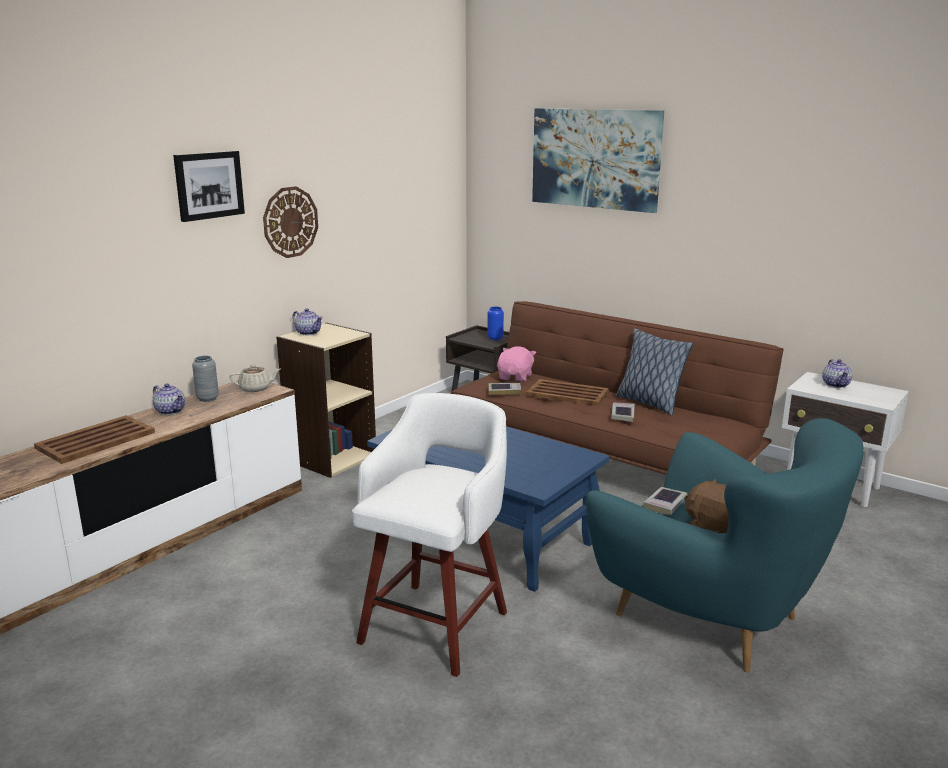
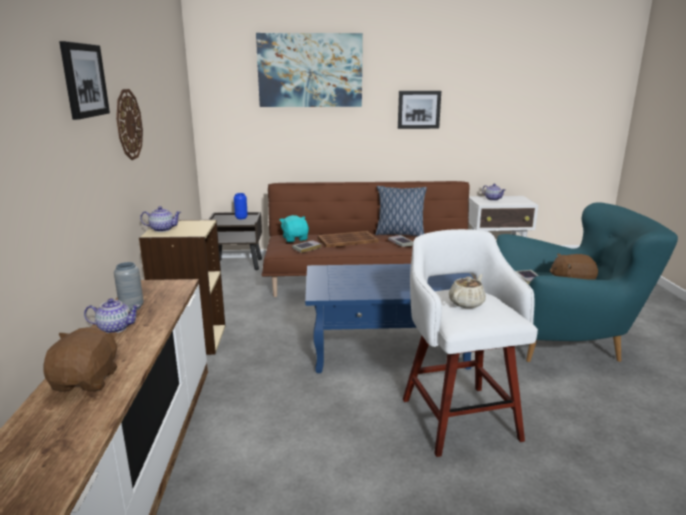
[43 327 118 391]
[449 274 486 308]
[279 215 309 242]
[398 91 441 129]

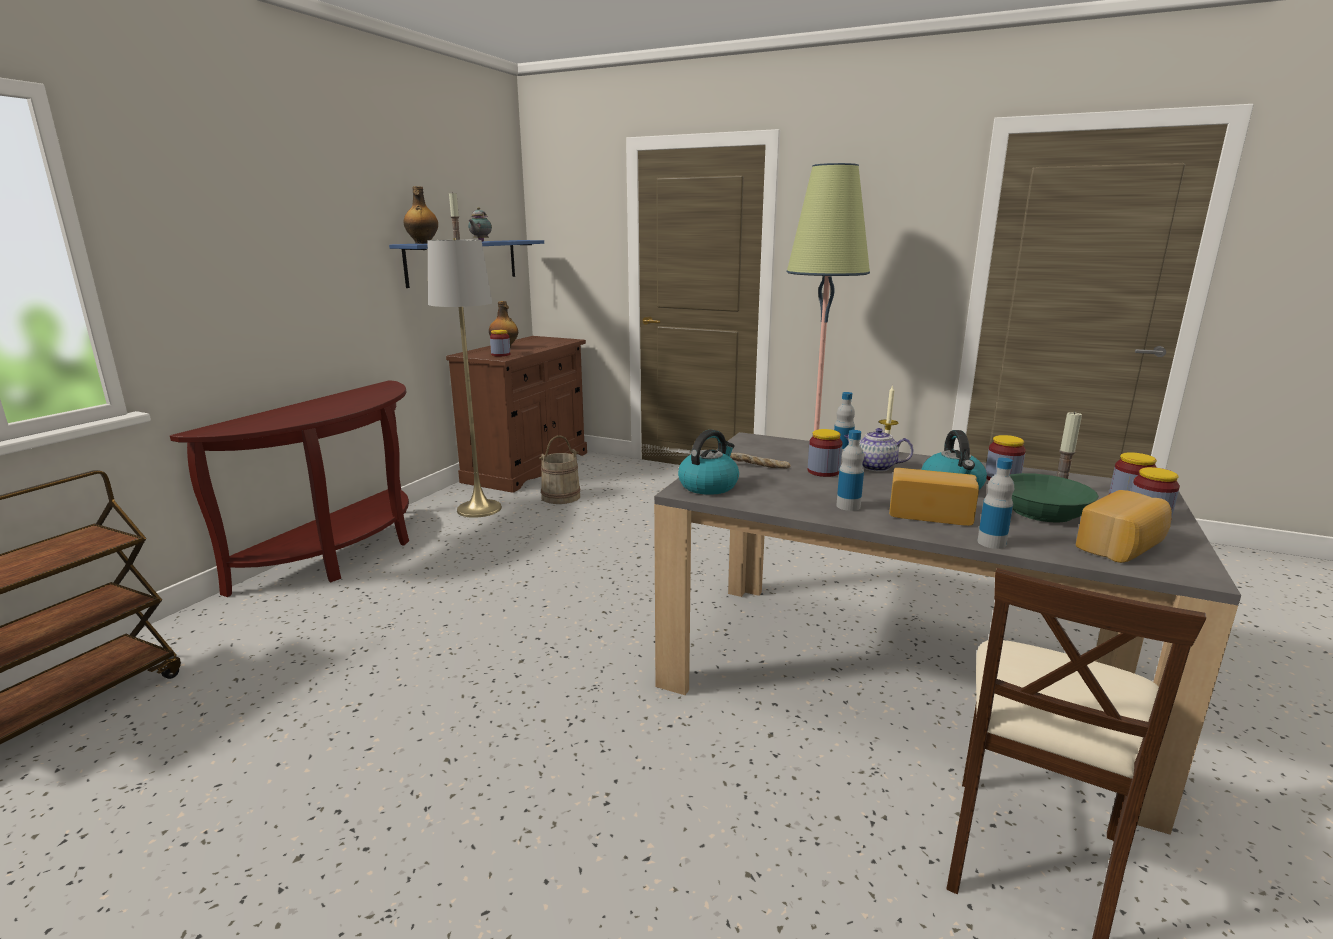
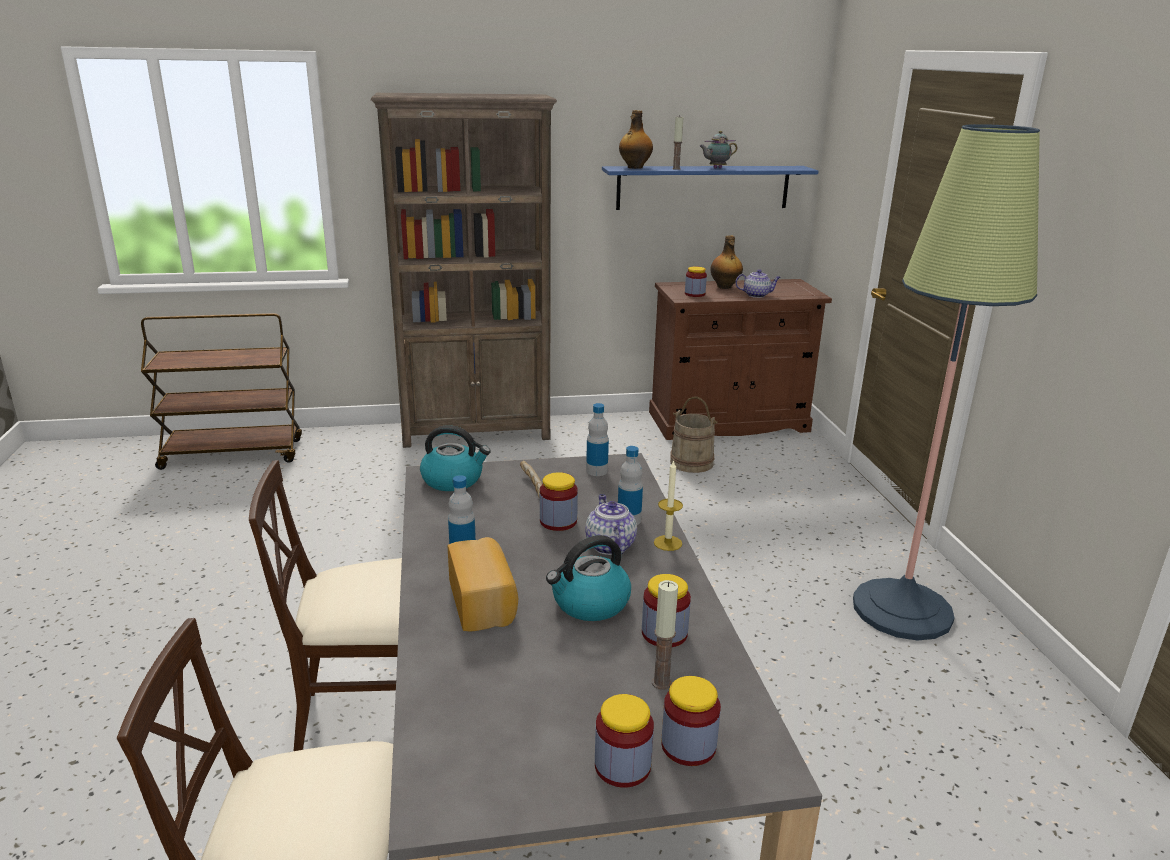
[371 93 557 448]
[428 238 502 518] (first image)
[586 403 609 476]
[1010 473 1099 523] (first image)
[1076 490 1172 563] (first image)
[249 460 402 751]
[735 269 781 298]

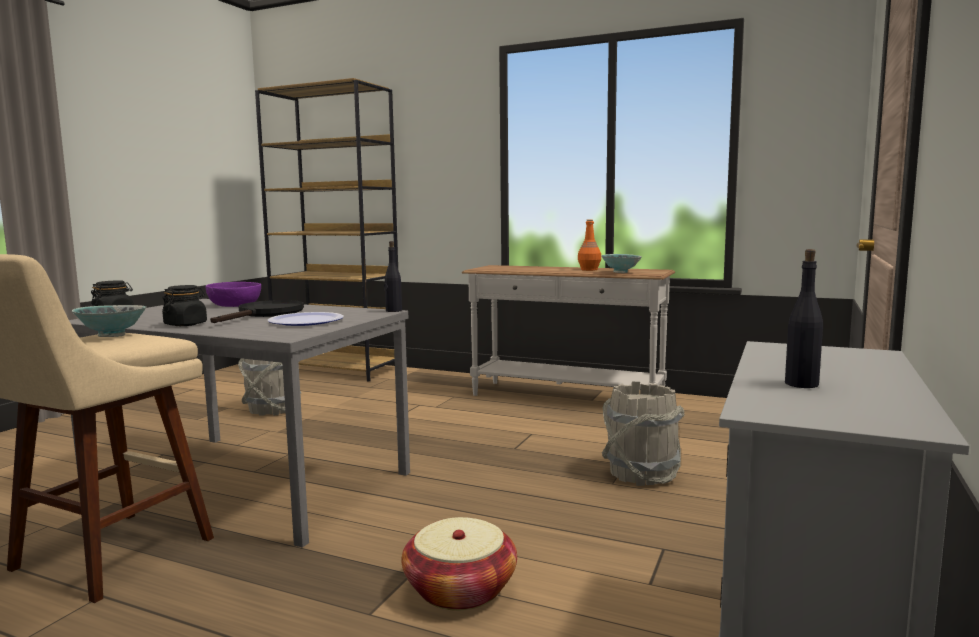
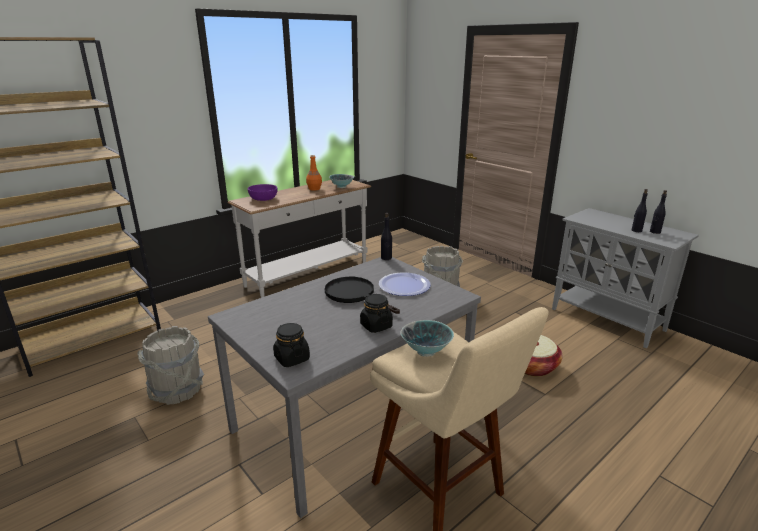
[248 184 278 201]
[650 190 667 234]

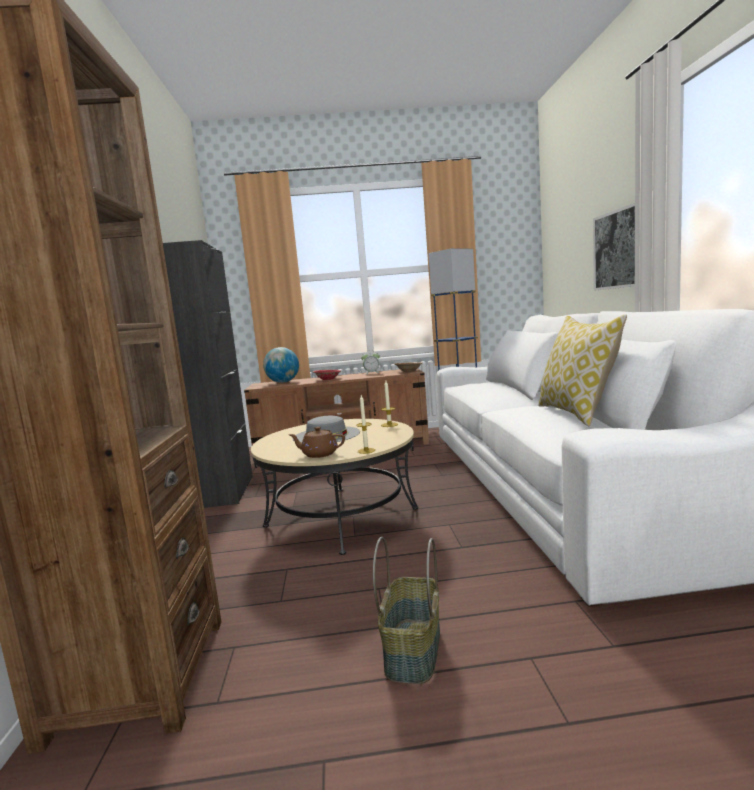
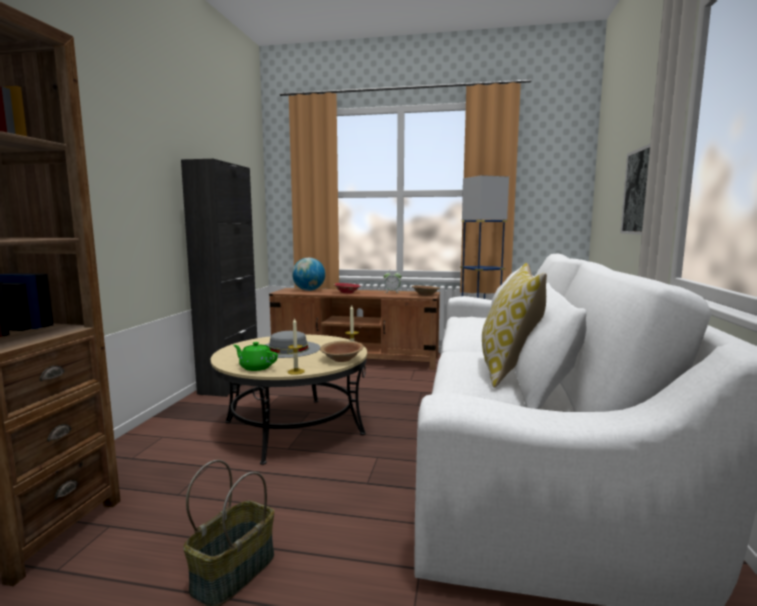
[233 342 278 371]
[320 341 364 362]

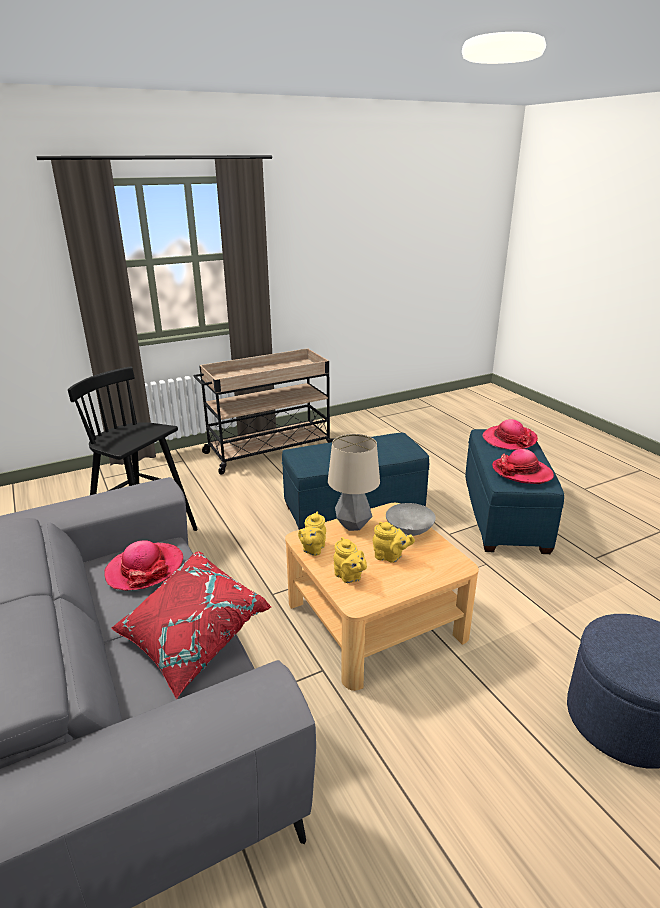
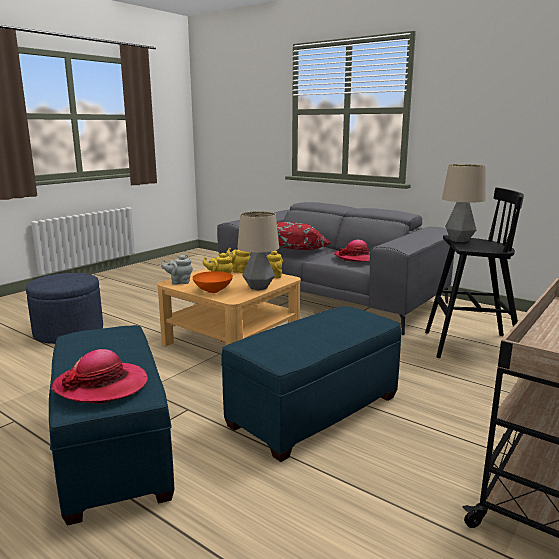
[192 271 233 293]
[492 449 554 484] (first image)
[161 255 193 284]
[442 164 486 242]

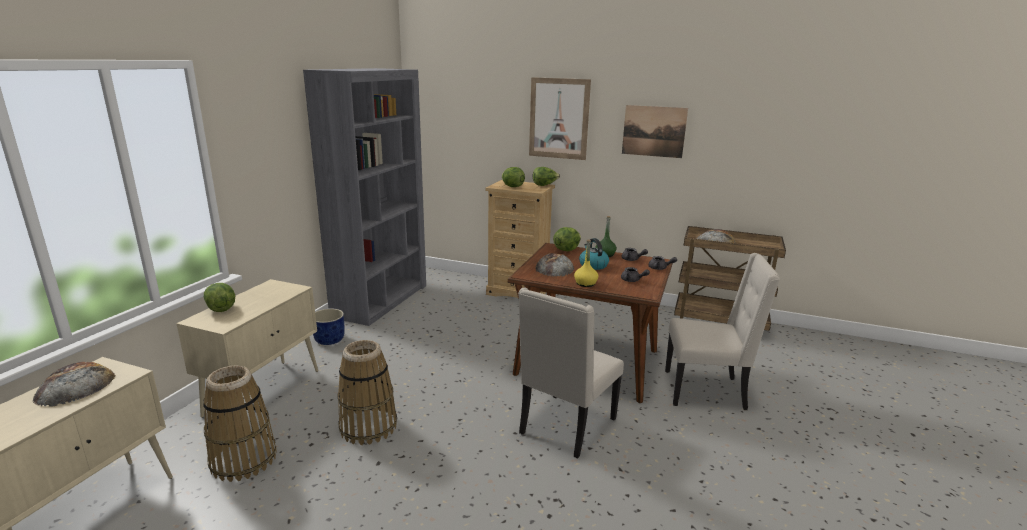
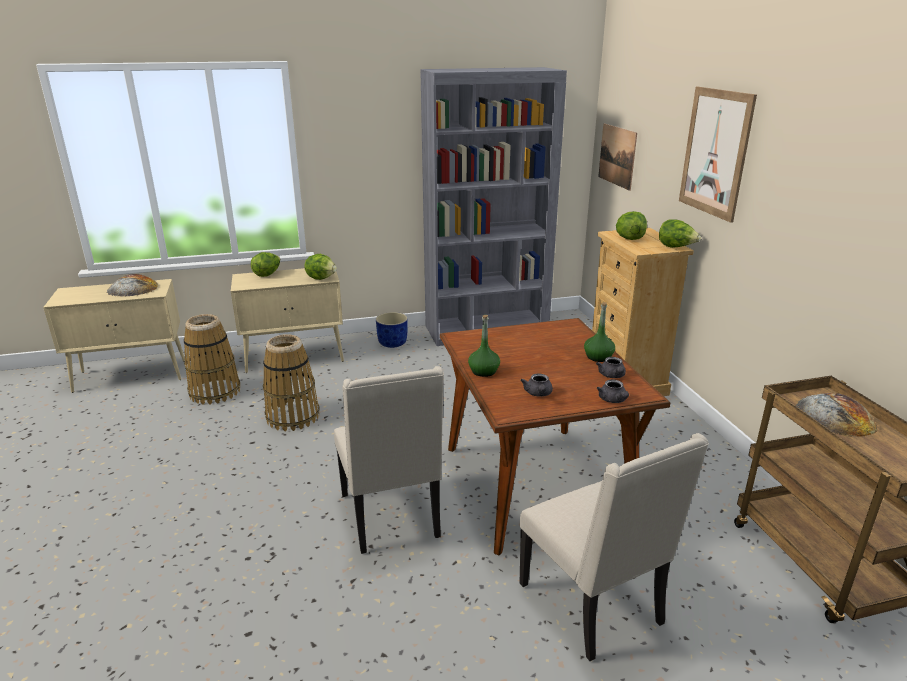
[334 366 444 554]
[535 253 574 277] (first image)
[304 254 337 280]
[468 315 500 377]
[579 238 609 270] (first image)
[598 124 637 191]

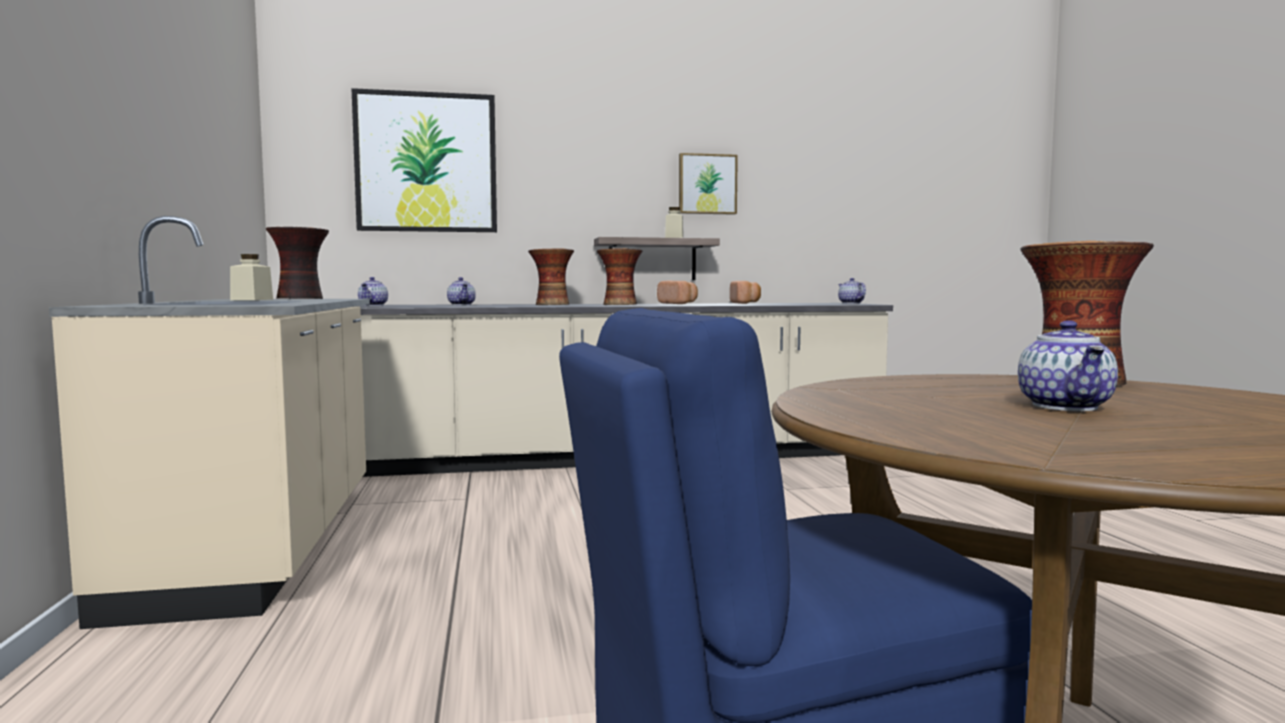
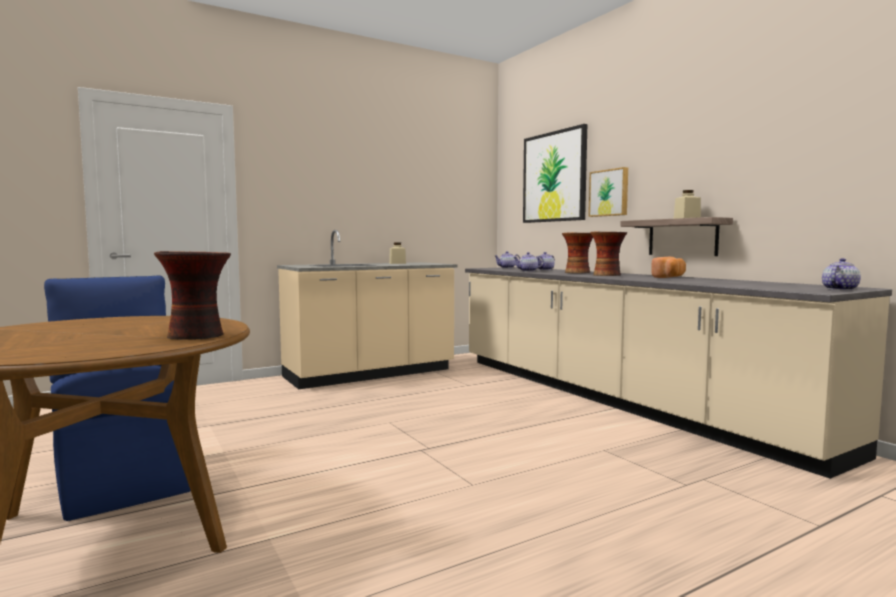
[266 227 329 299] (first image)
[589 167 628 217]
[730 281 761 304] (first image)
[513 252 544 272]

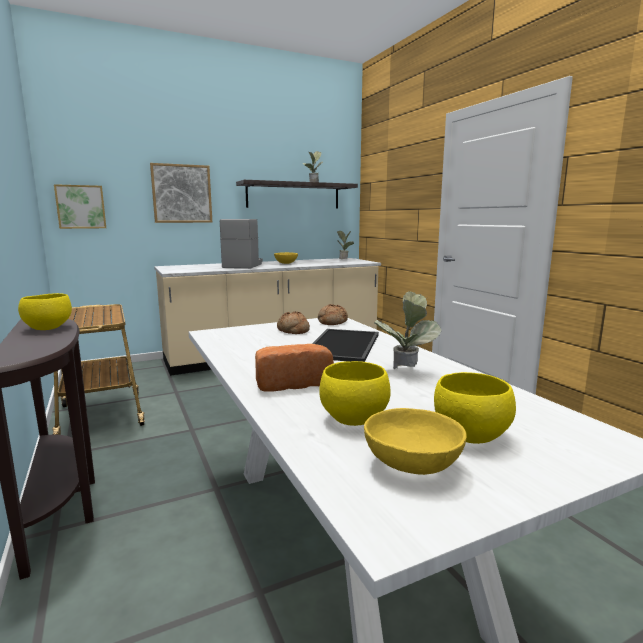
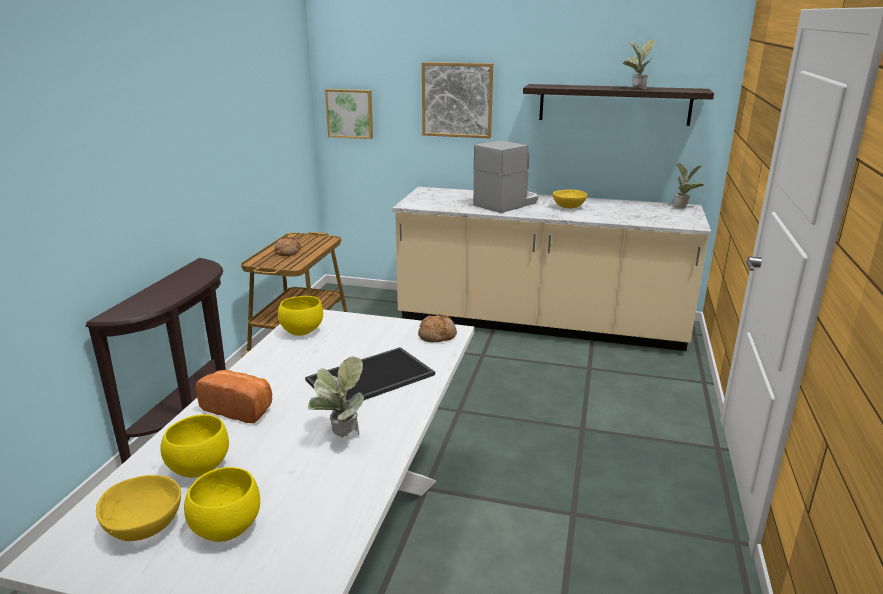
[278 296 323 336]
[274 237 301 256]

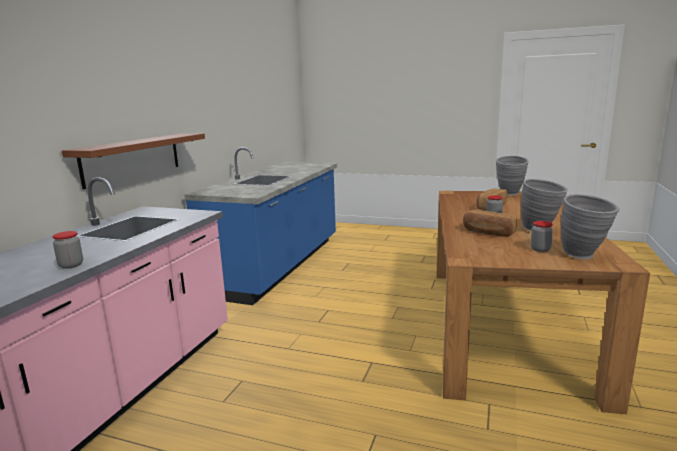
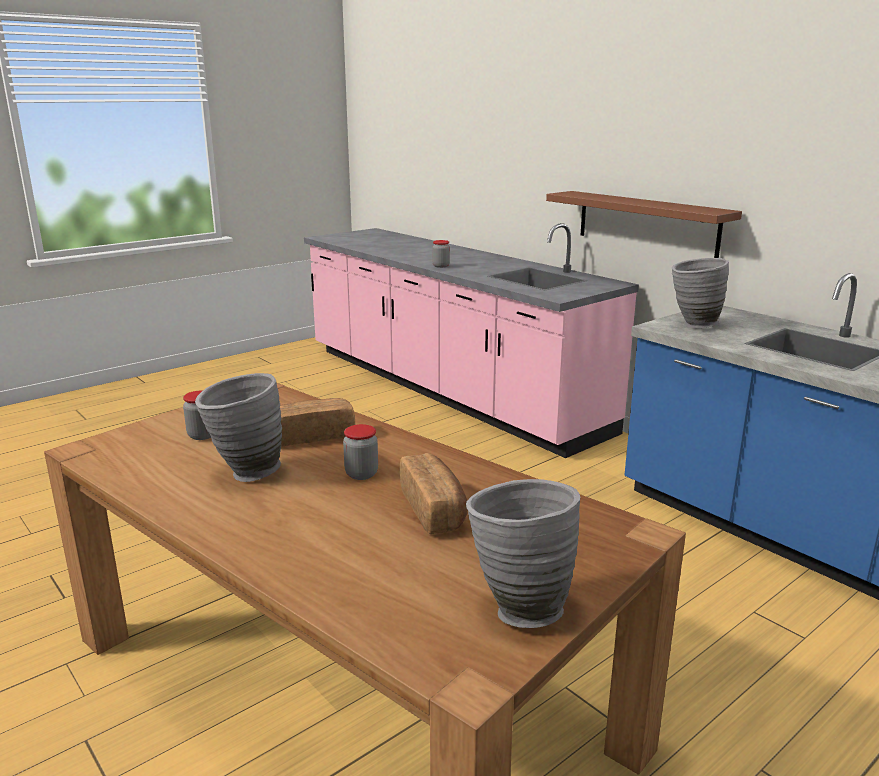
[672 258 729 329]

